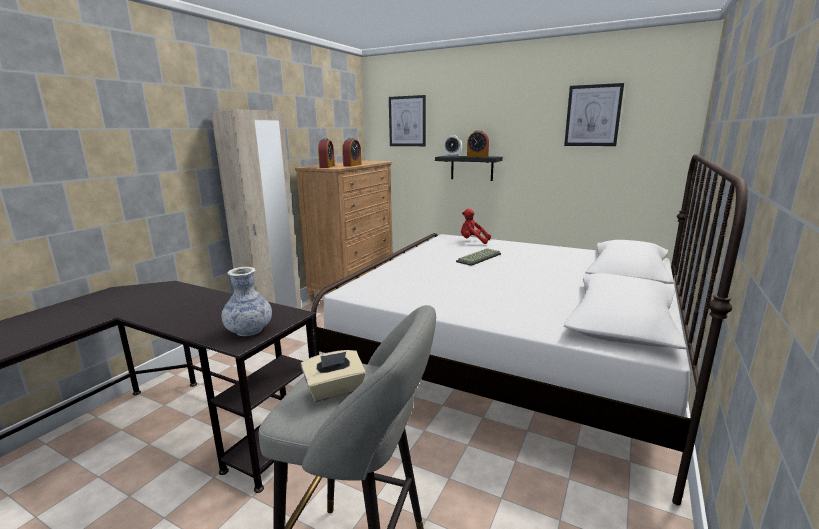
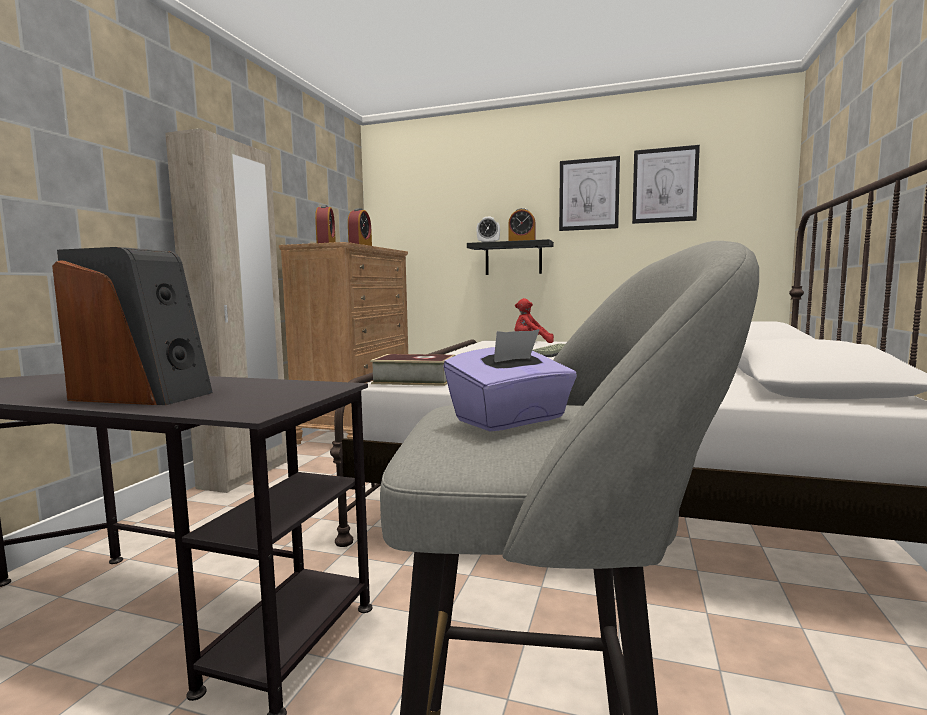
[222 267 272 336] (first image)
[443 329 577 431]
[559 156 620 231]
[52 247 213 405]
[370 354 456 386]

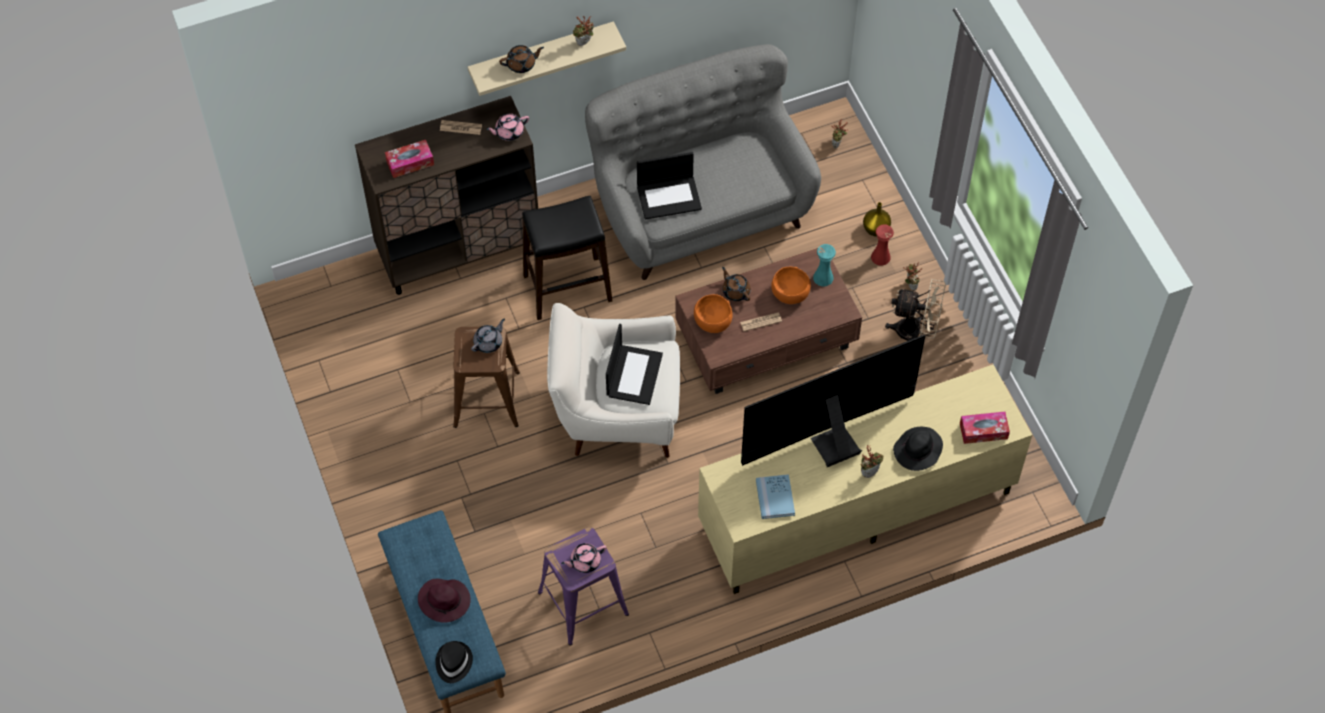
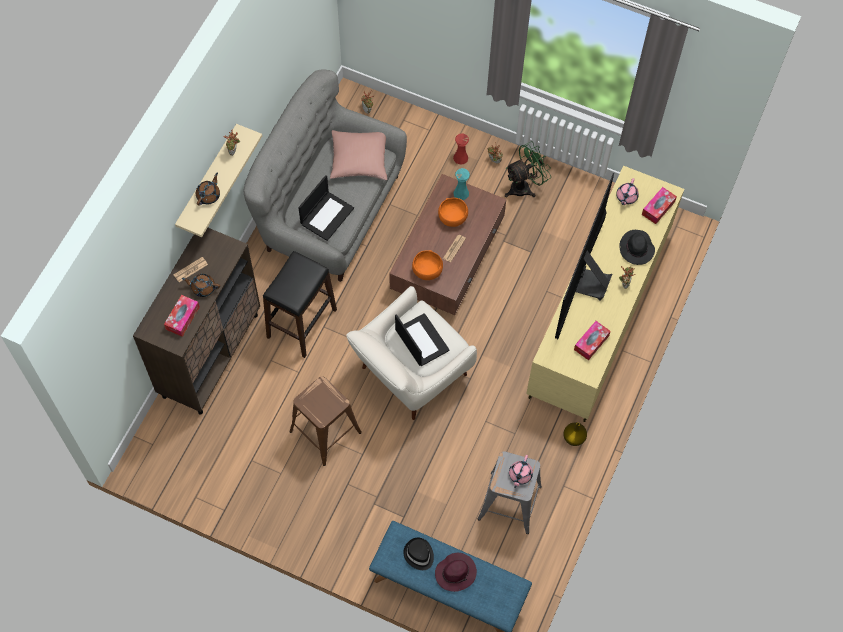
[403 538 434 570]
[471 319 505 353] (first image)
[616 178 639 205]
[478 451 542 534]
[182 274 220 297]
[574 321 611 360]
[563 422 587 446]
[505 141 551 197]
[330 130 387 180]

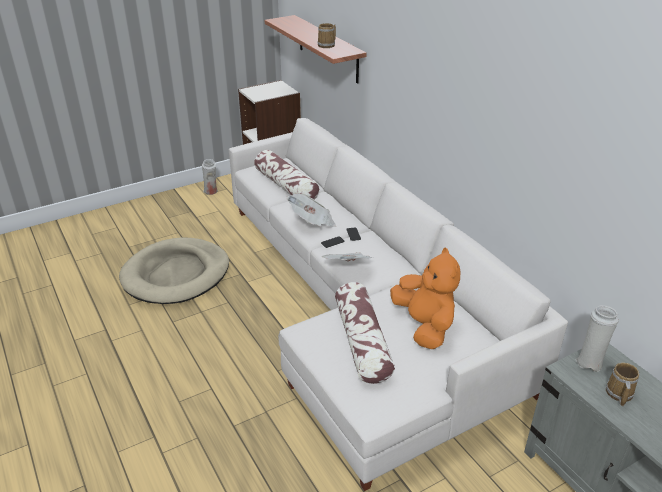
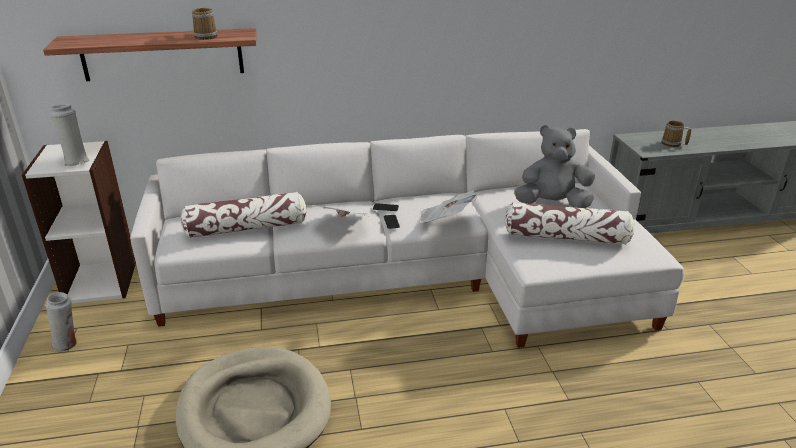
[514 125 595 208]
[50 104 89 166]

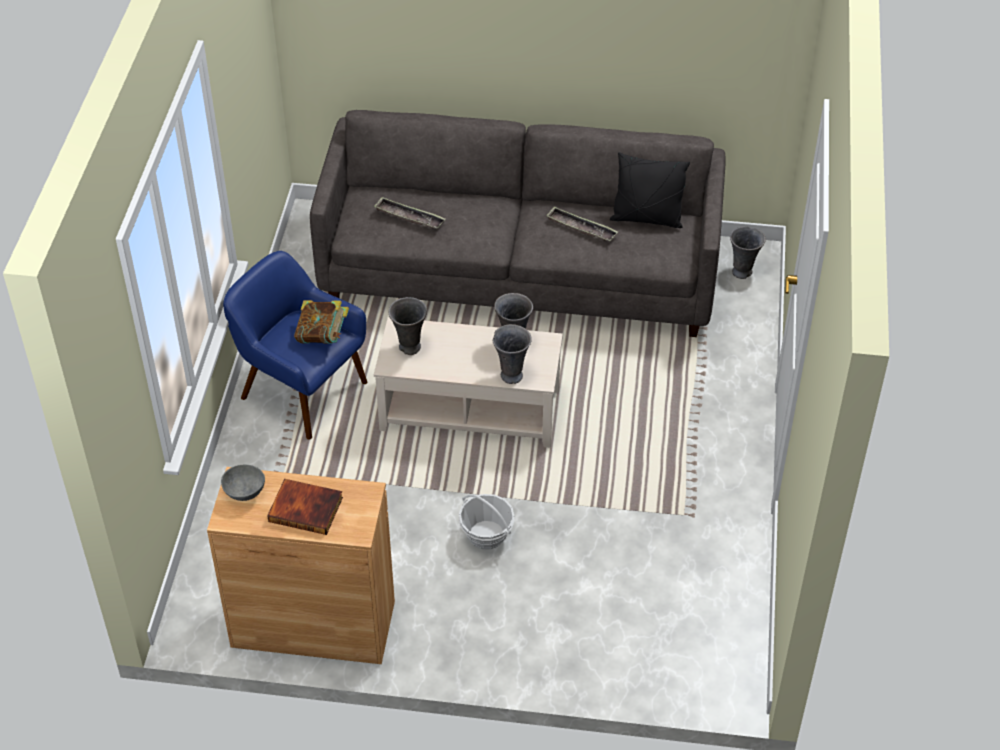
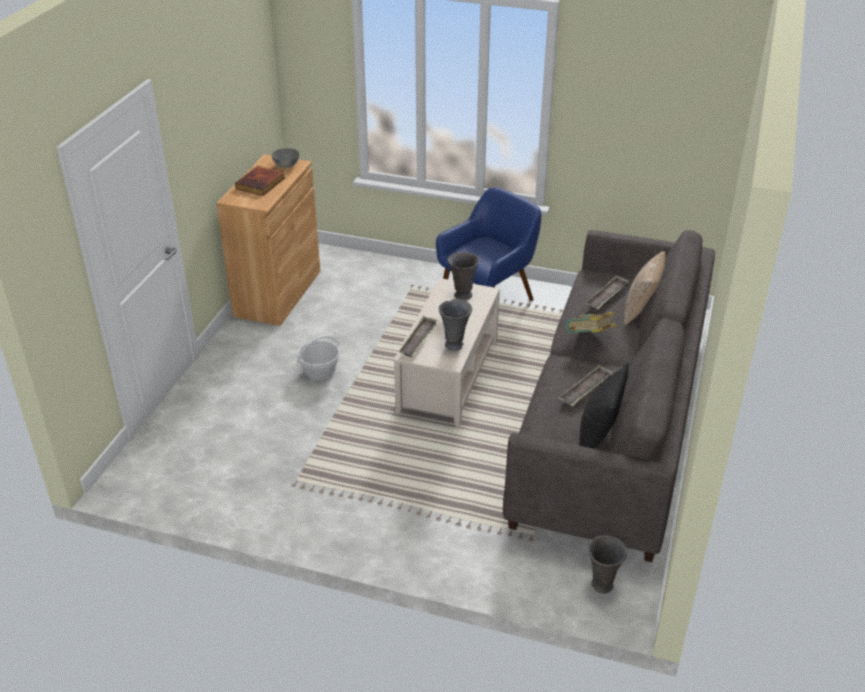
[566 312 616 333]
[399 316 437 357]
[624 251 665 326]

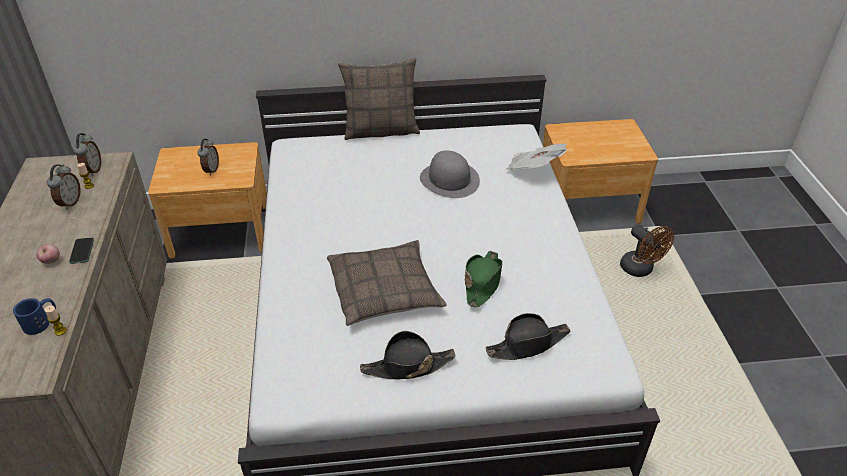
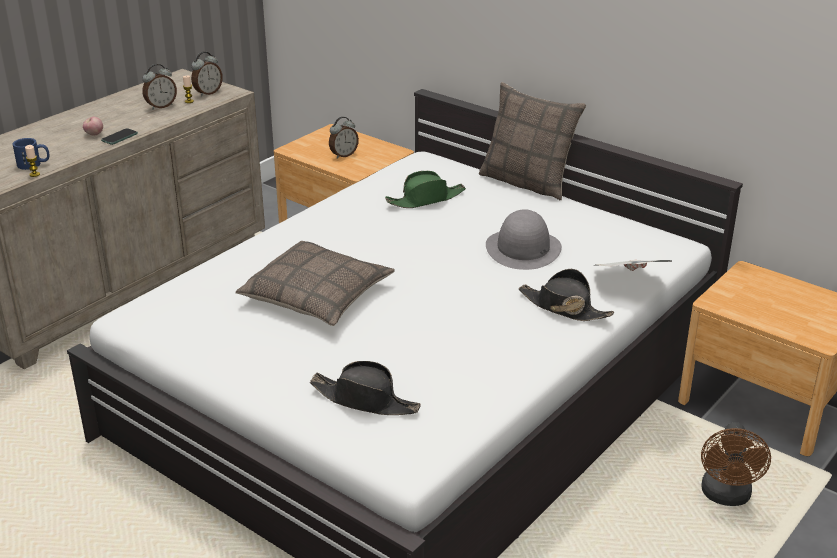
[519 269 614 321]
[385 171 466 208]

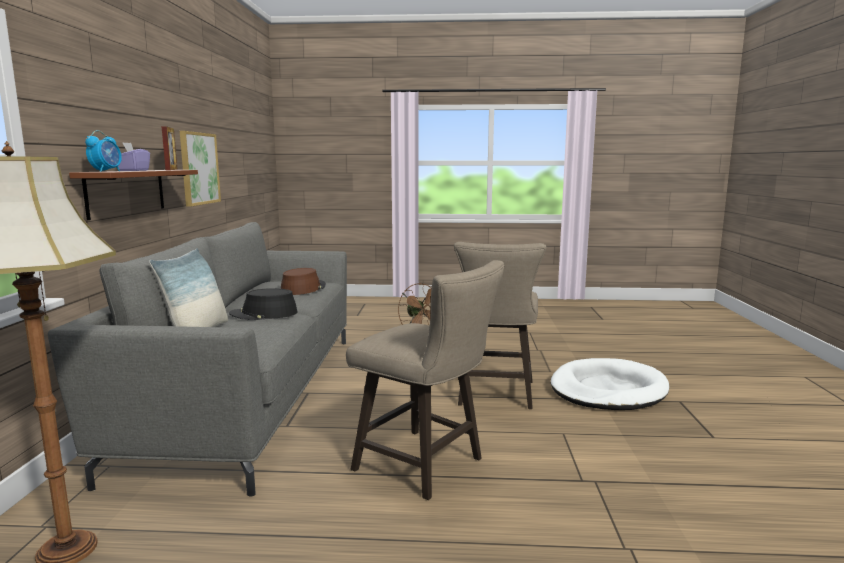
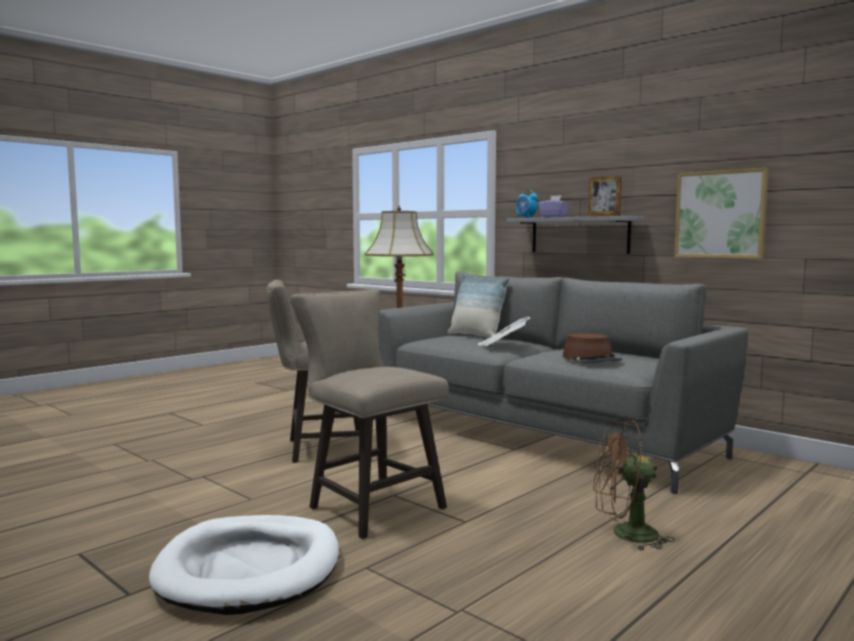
[507 216 644 254]
[477 317 530 346]

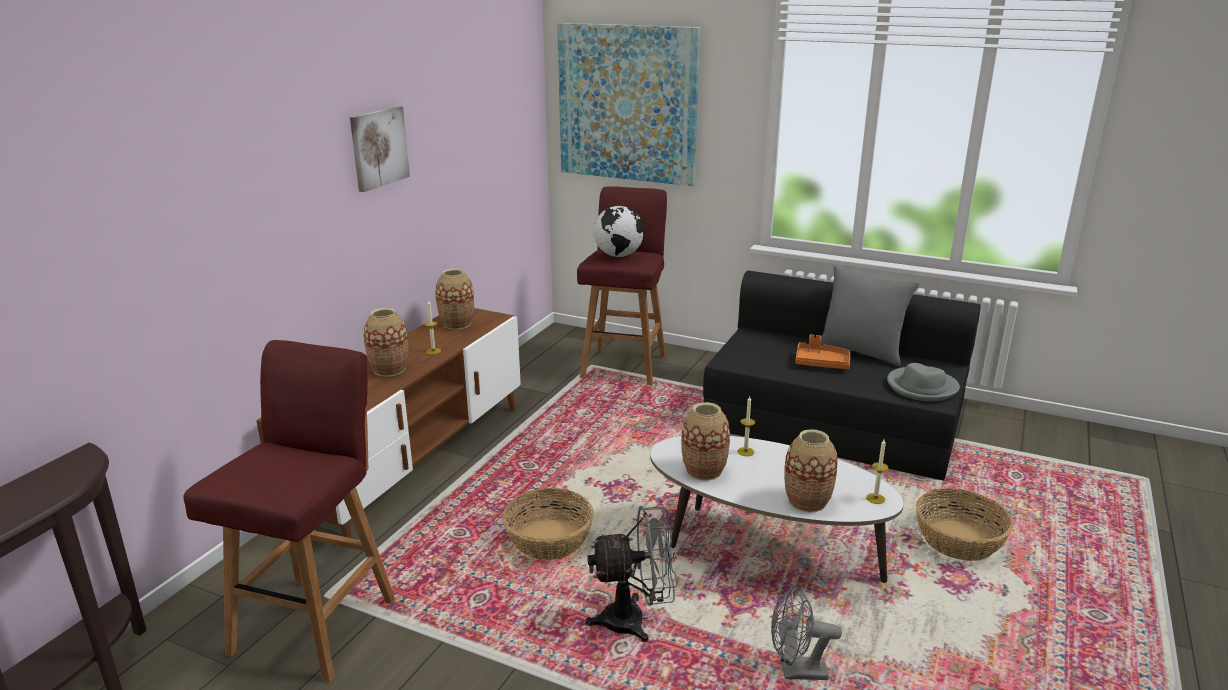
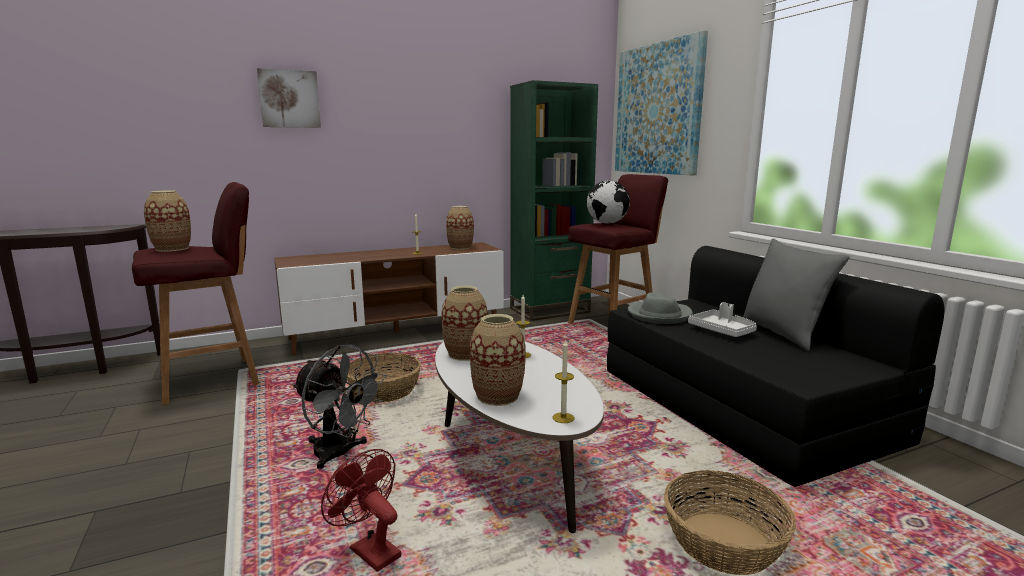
[257 68 321 128]
[144 190 191 252]
[321 449 401 572]
[688 302 757 337]
[628 292 693 324]
[510 80 598 321]

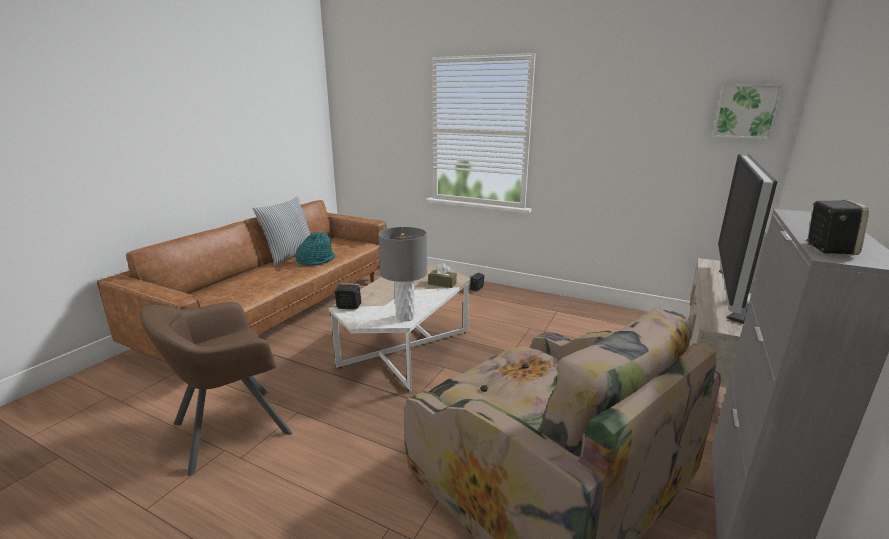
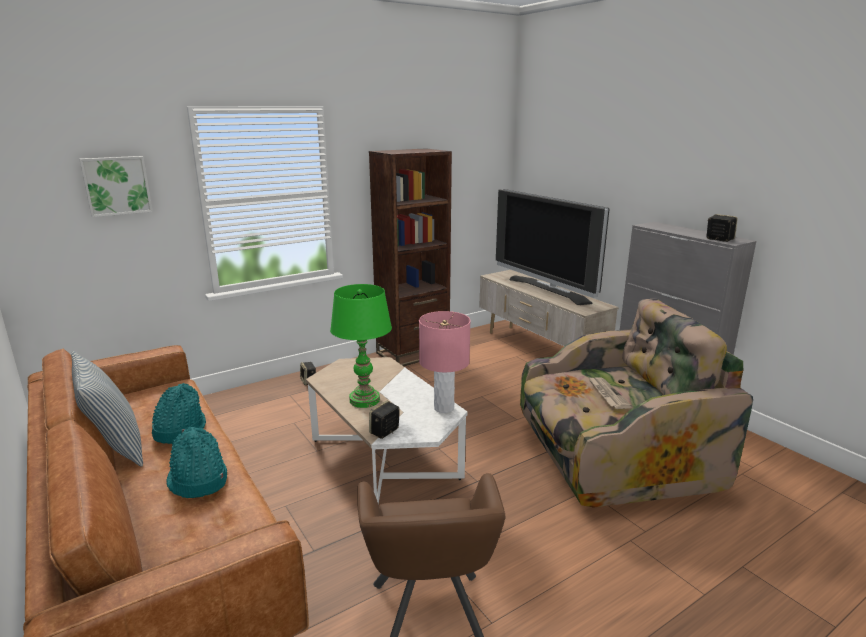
[419 311 471 413]
[428 263 457 288] (first image)
[79 156 153 217]
[166 427 227 498]
[330 284 392 408]
[369 148 452 366]
[589 377 632 409]

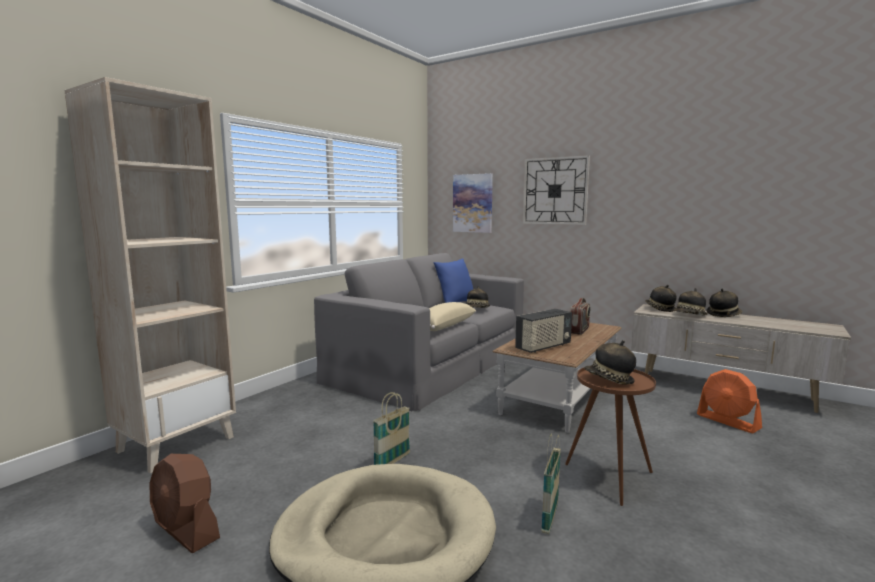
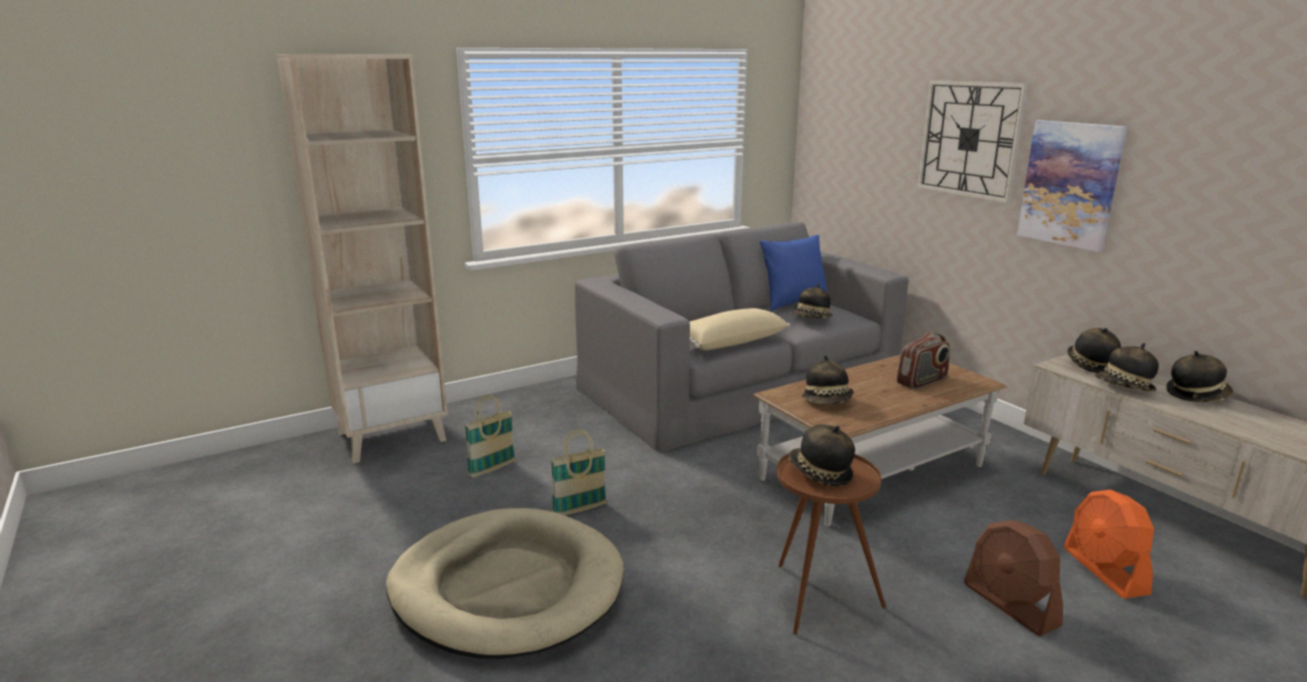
[964 520 1063 636]
[1017 120 1127 252]
[802 355 854 404]
[464 395 515 478]

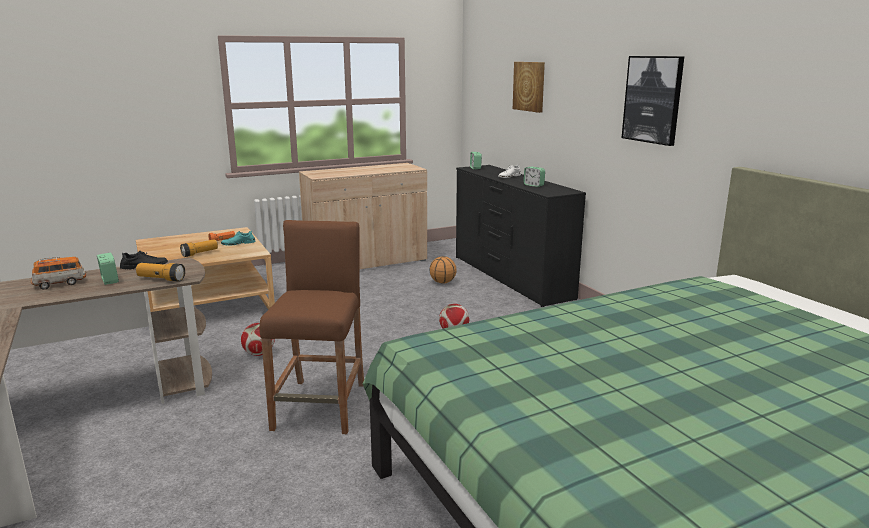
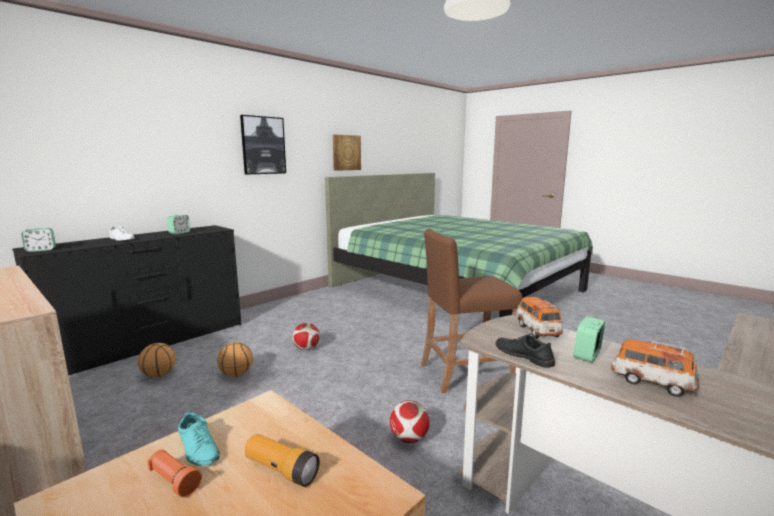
[516 297 563 338]
[333 134 361 171]
[217 342 253 377]

